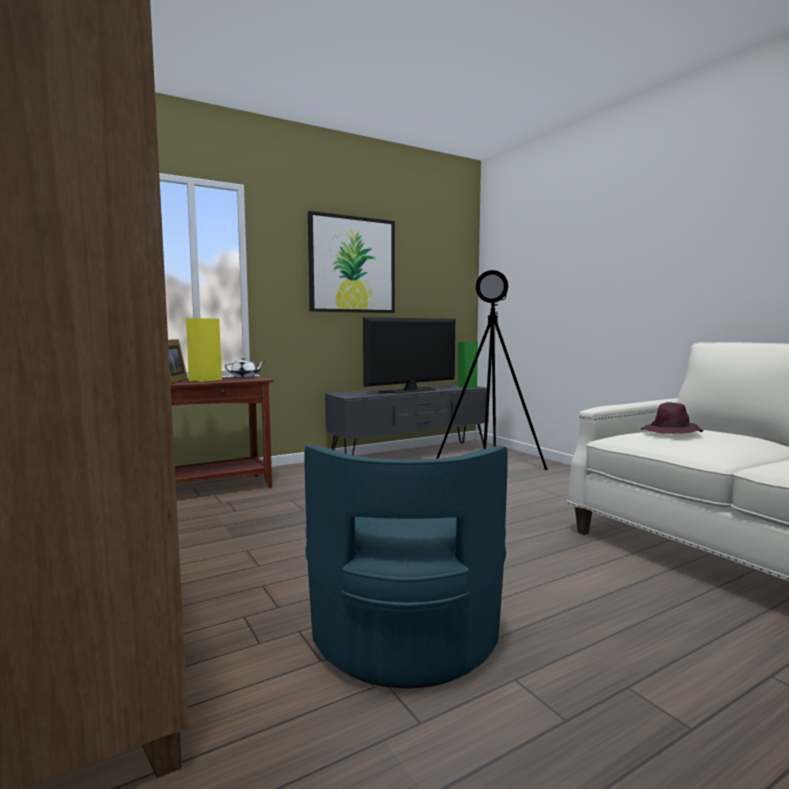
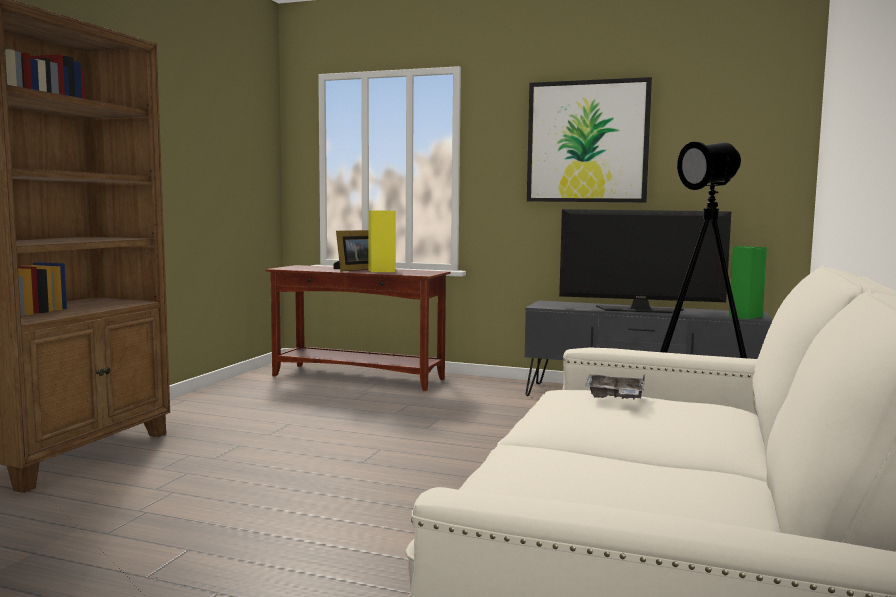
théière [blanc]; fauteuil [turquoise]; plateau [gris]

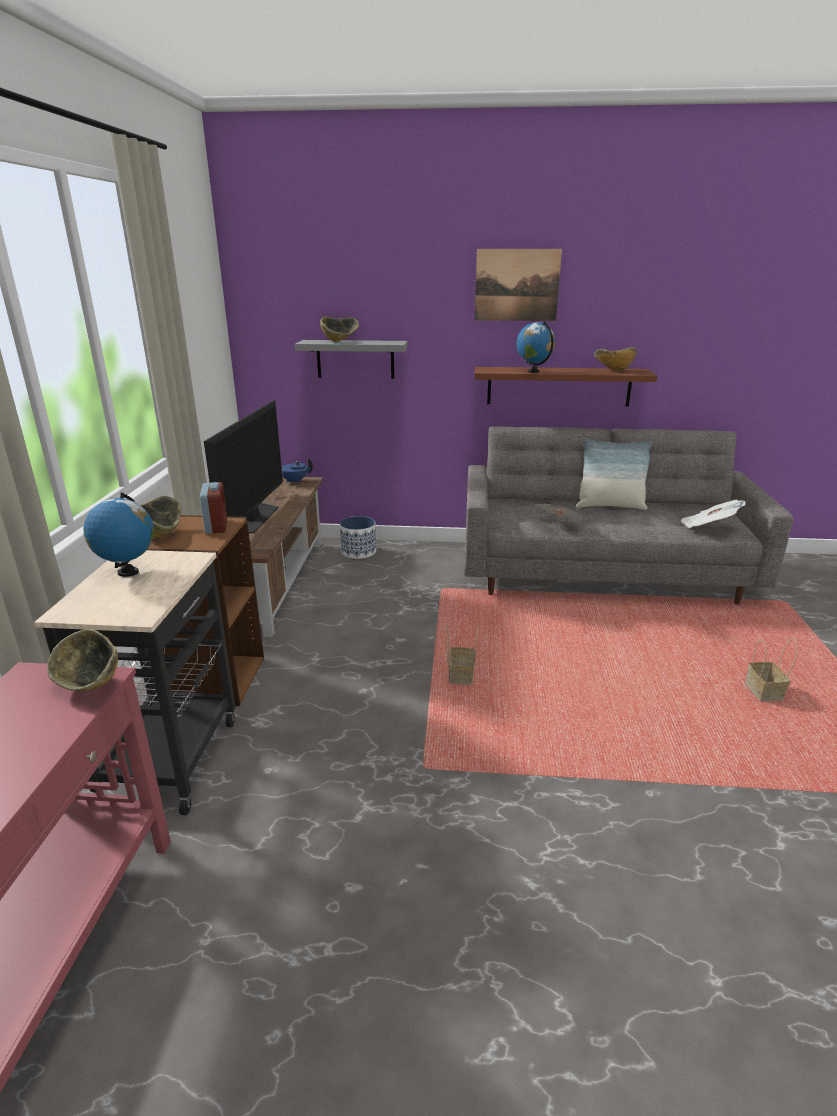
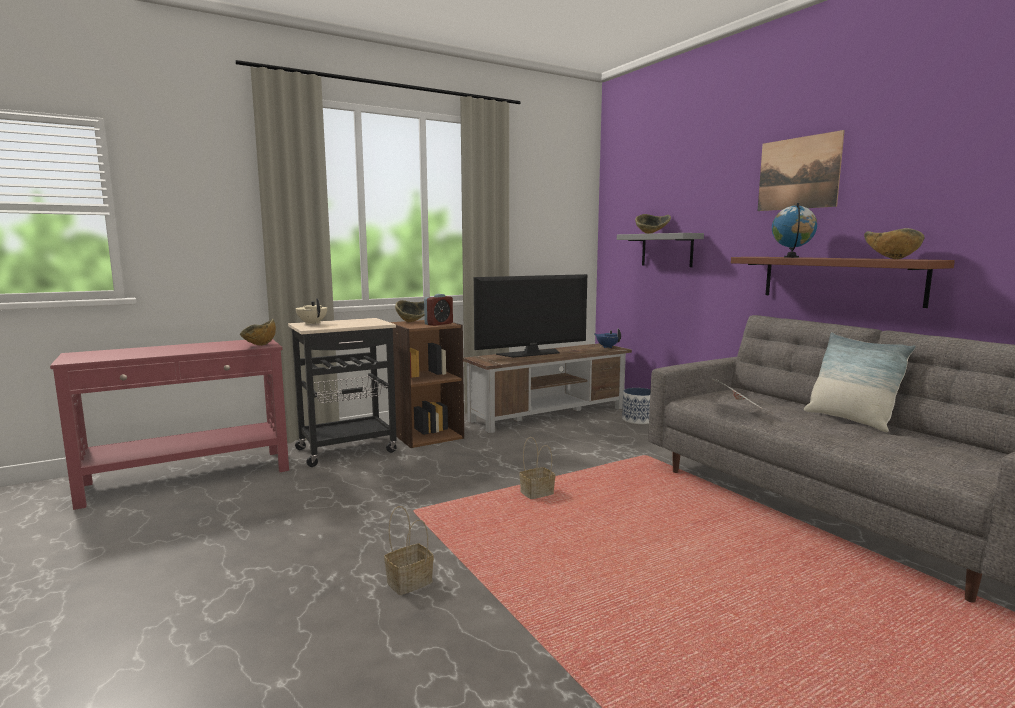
globe (no. 1 from left in the first image); journal (no. 2 from left in the first image); théière [beige]; panier (no. 1 from left)

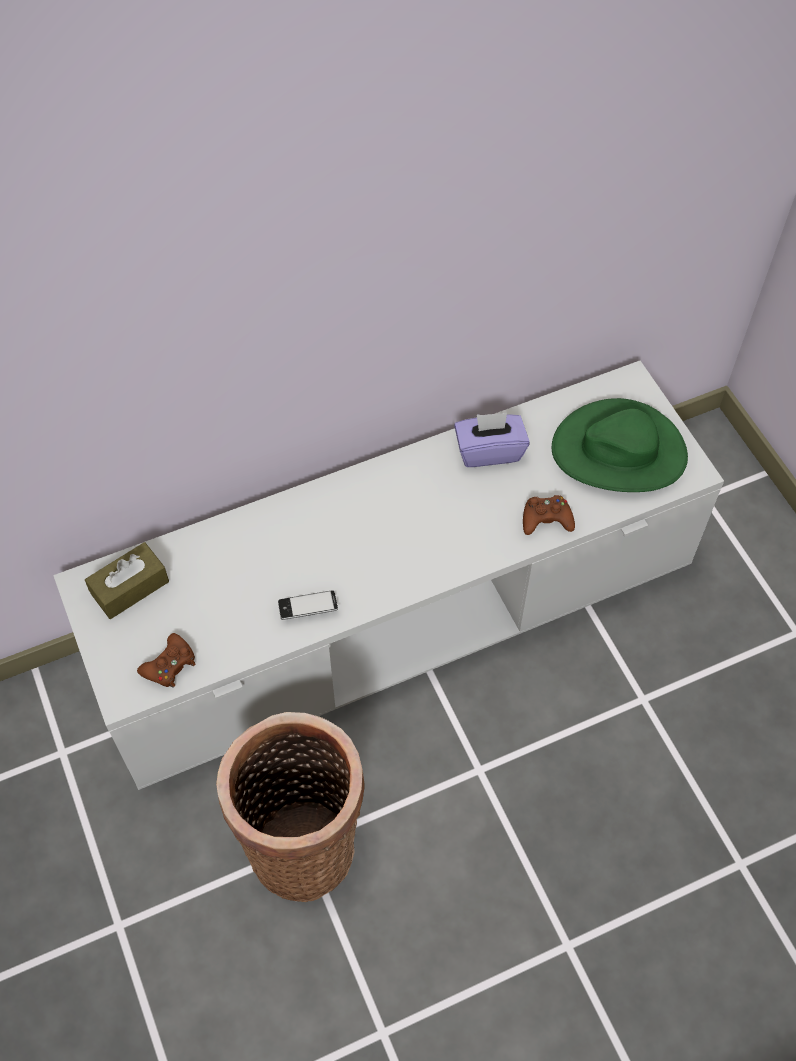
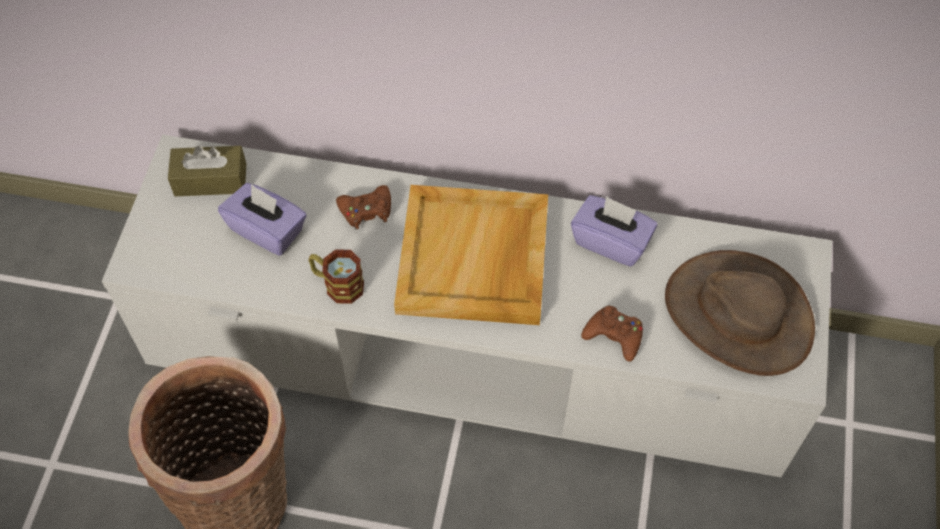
boîte à mouchoirs [violet] (no. 1 from left); plateau [beige]; manette [marron] (no. 1 from left); mug; chapeau [marron]

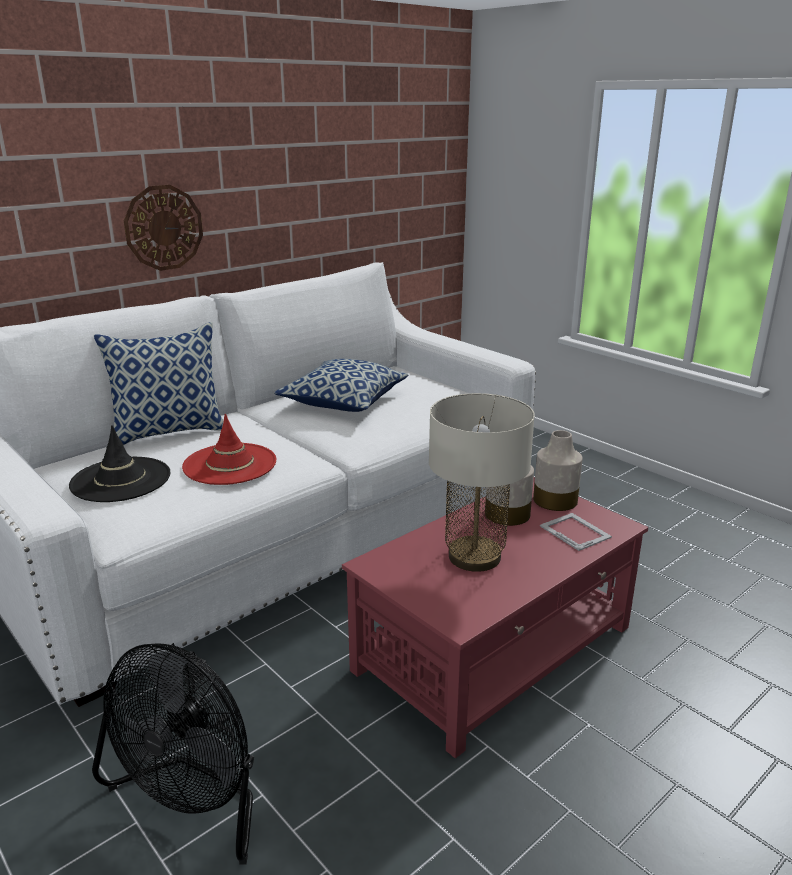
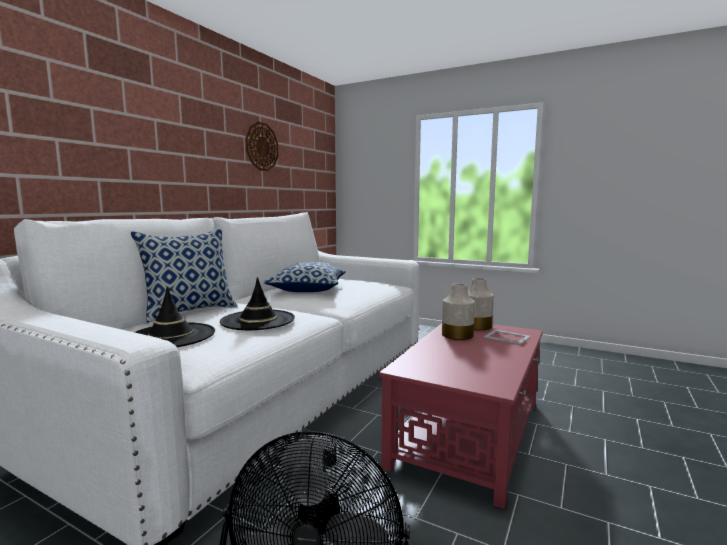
lampe de table; horloge murale; chapeau [noir] (no. 2 from left)

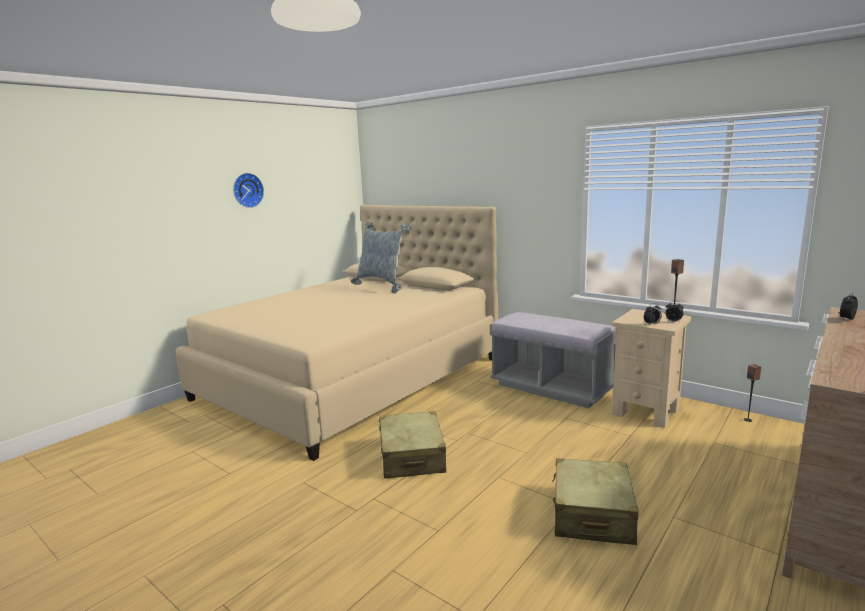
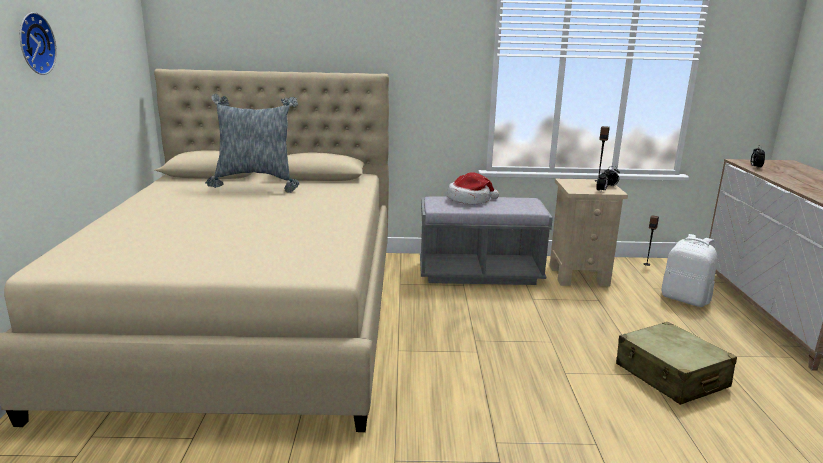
valise [beige] (no. 1 from left in the first image); chapeau; sac à dos [blanc]

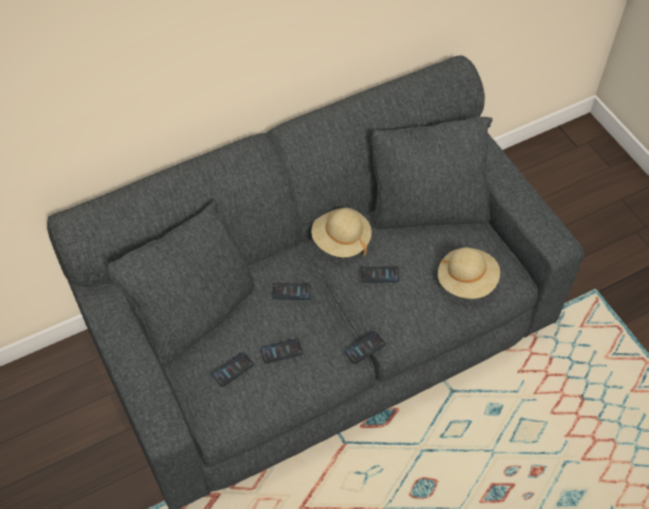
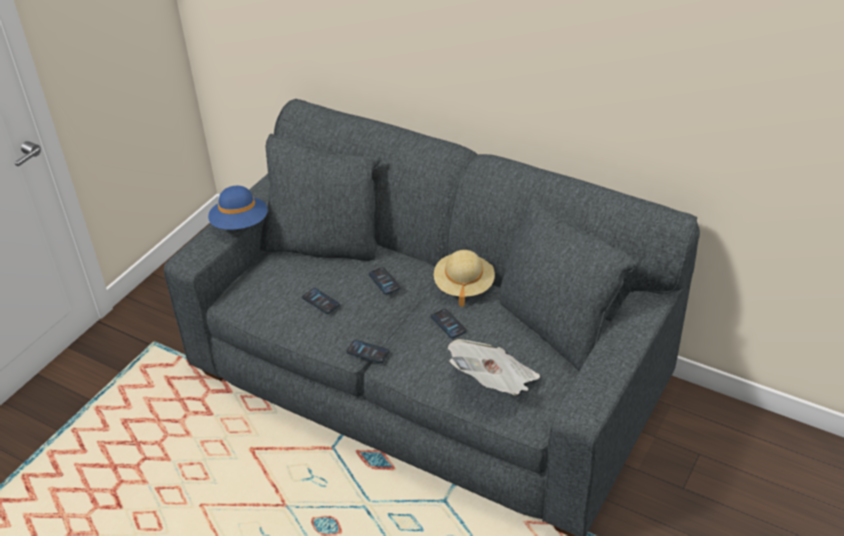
téléphone (no. 1 from left in the first image); chapeau [bleu]; journal

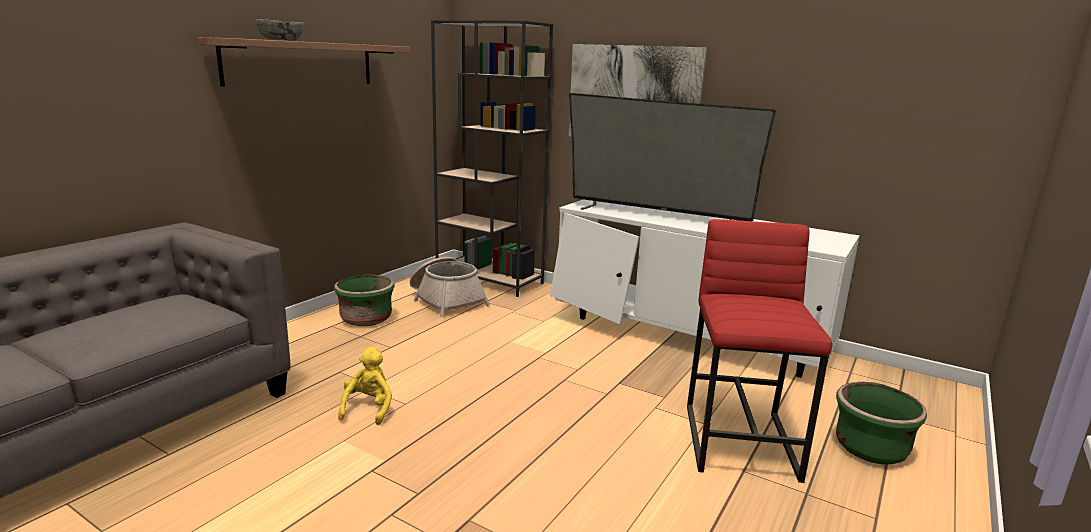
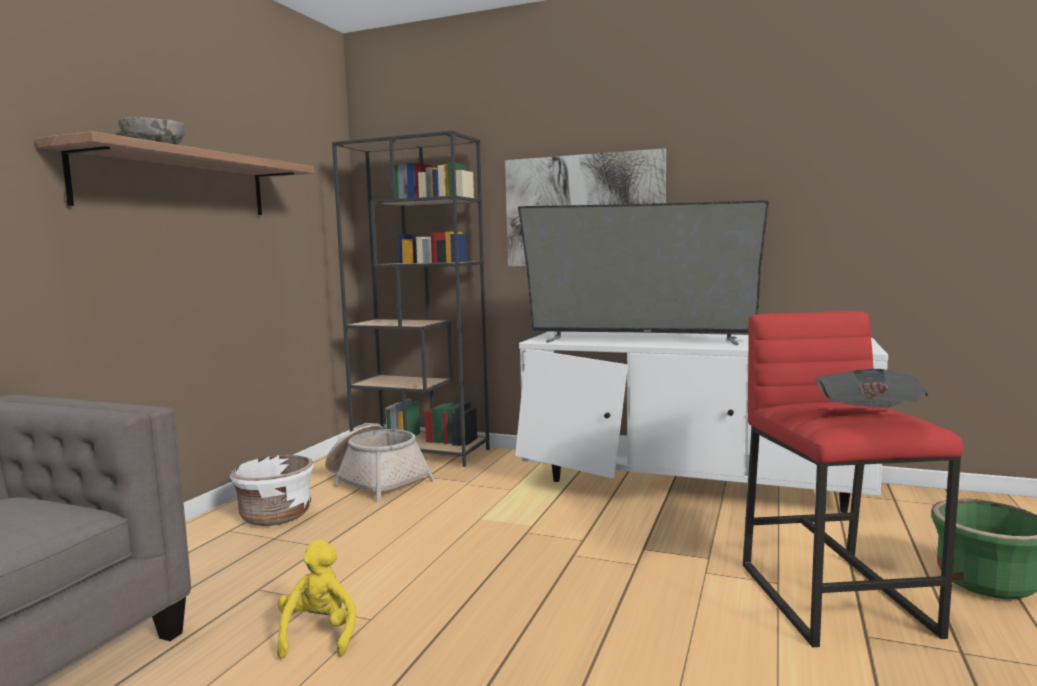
journal; cache-pot [blanc]

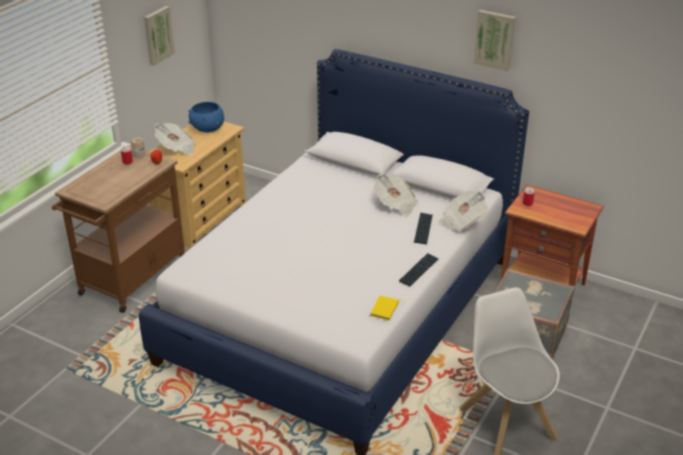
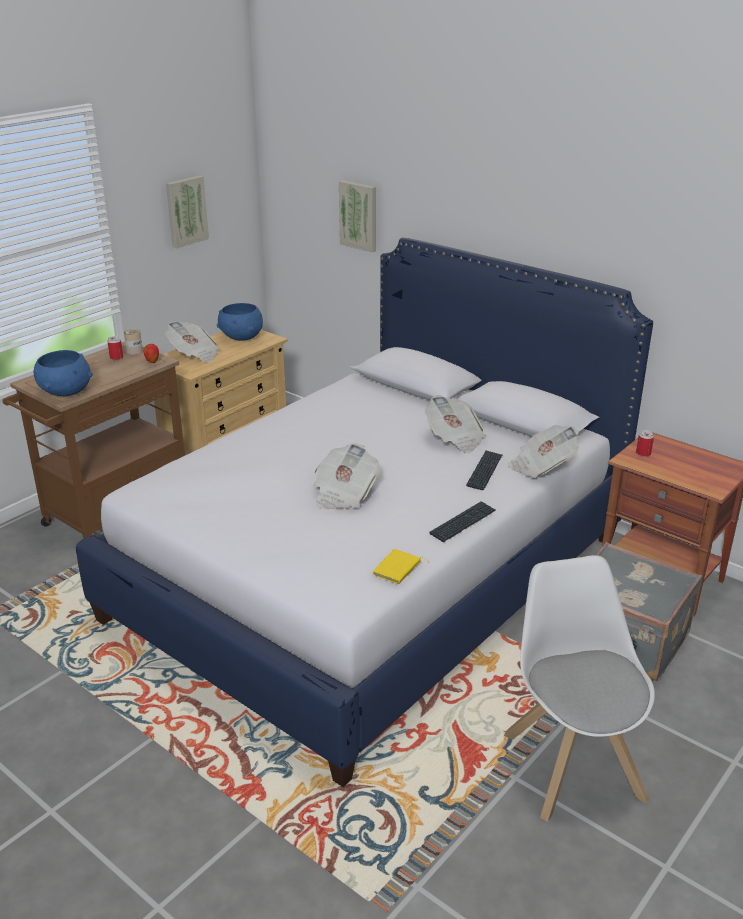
bol [bleu] (no. 1 from left); journal (no. 2 from left); tableau (no. 2 from left)

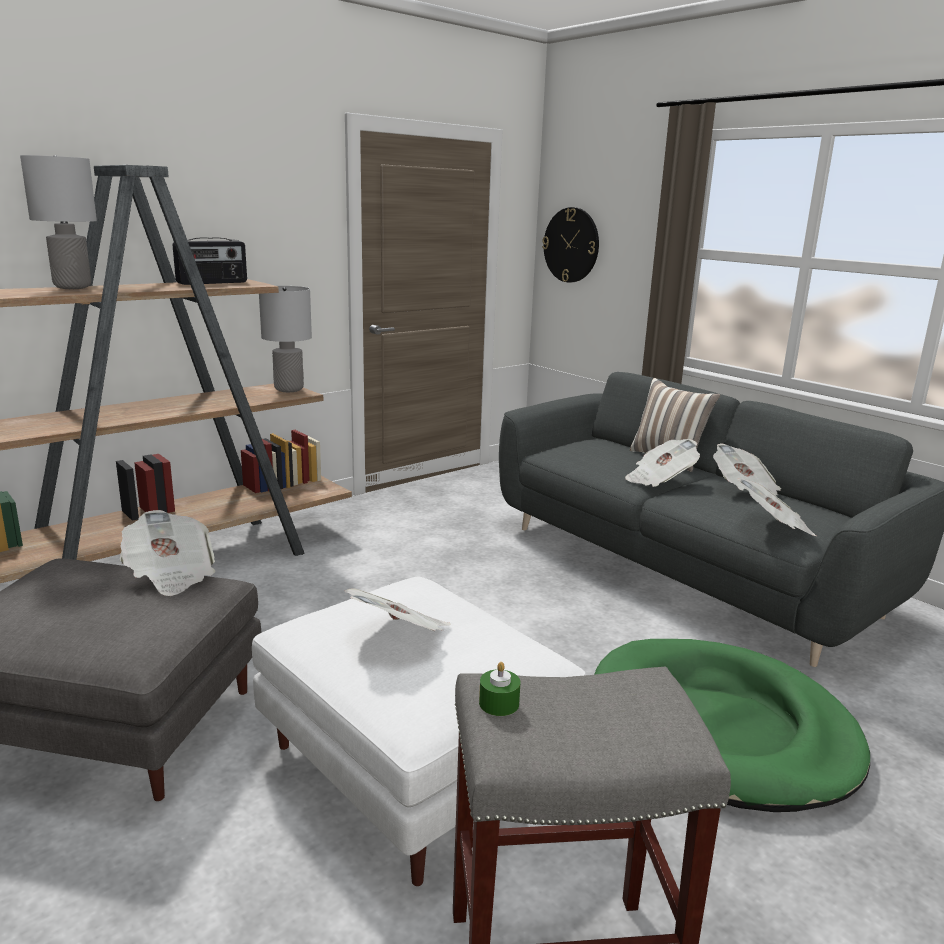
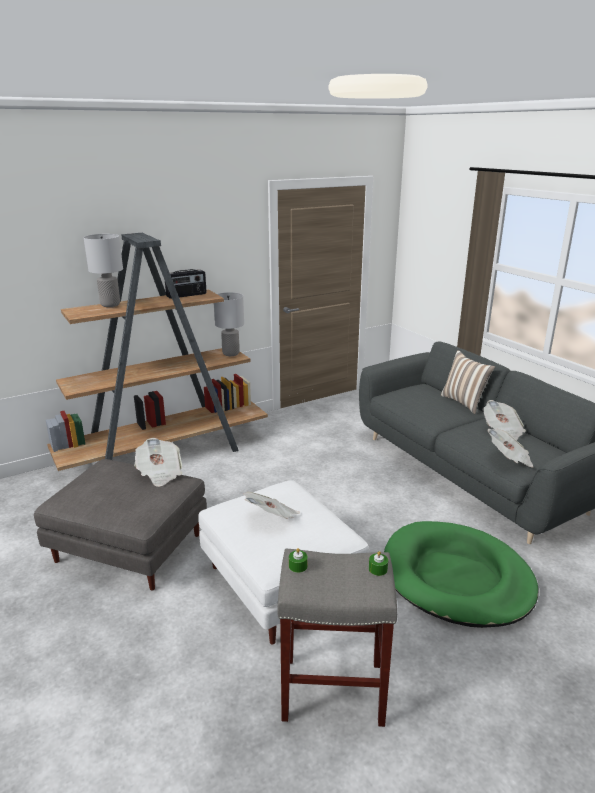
horloge murale; journal (no. 3 from left in the first image); bougie [vert] (no. 2 from left)

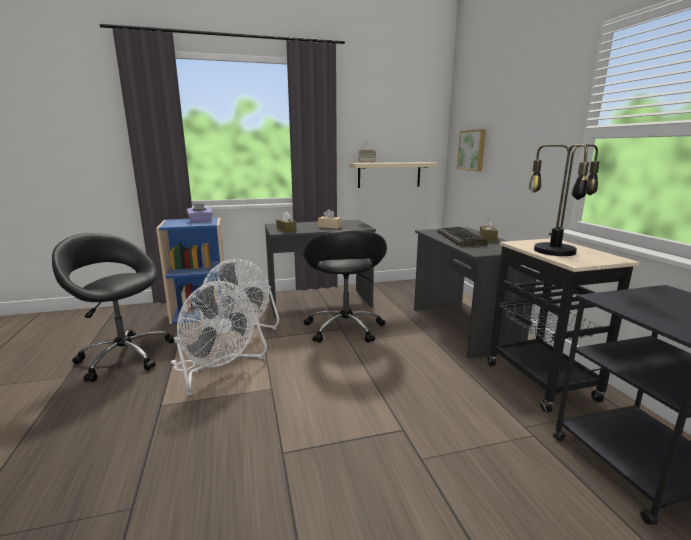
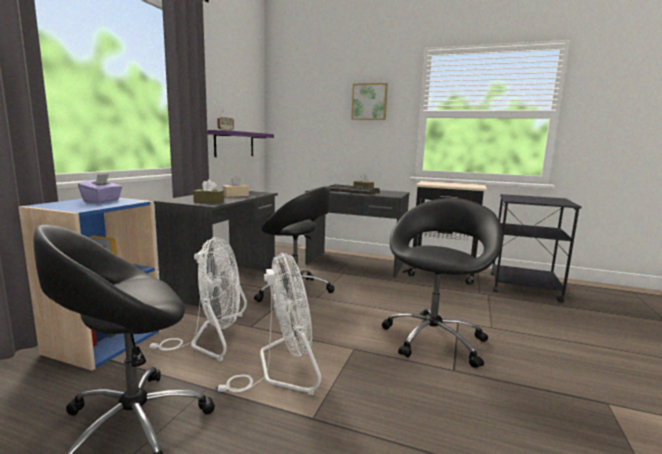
lampe de table; chaise de bureau [noir] (no. 3 from left); tableau; étagère [violet]

